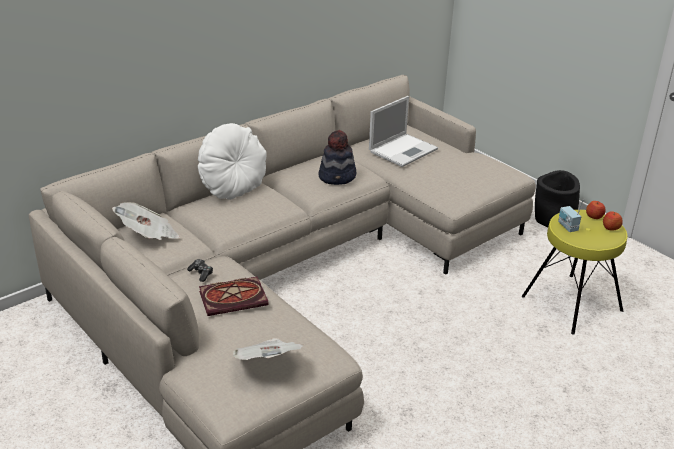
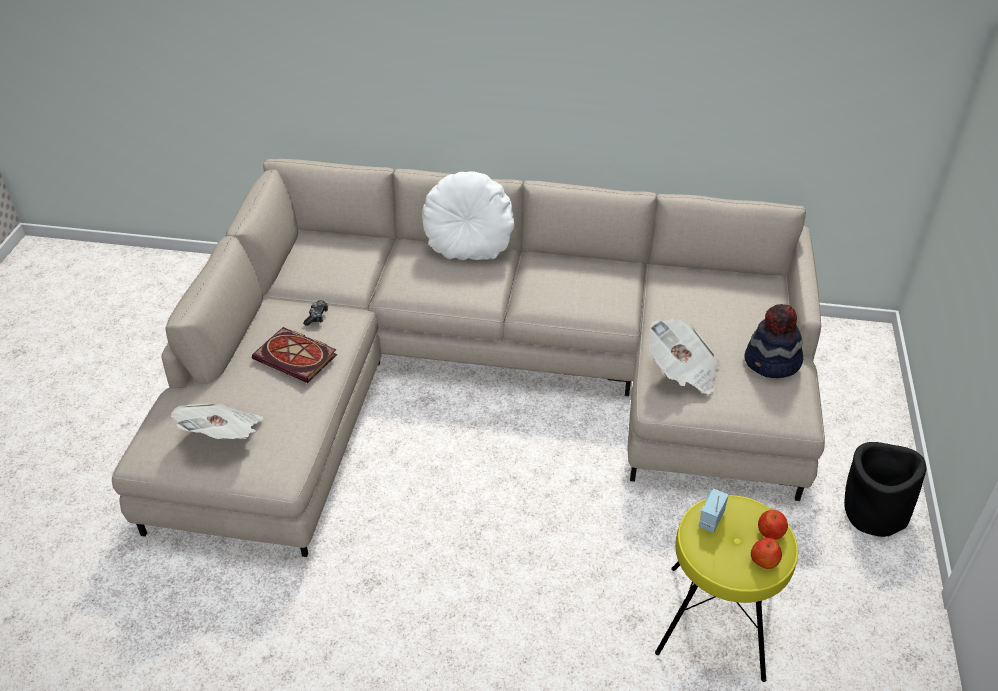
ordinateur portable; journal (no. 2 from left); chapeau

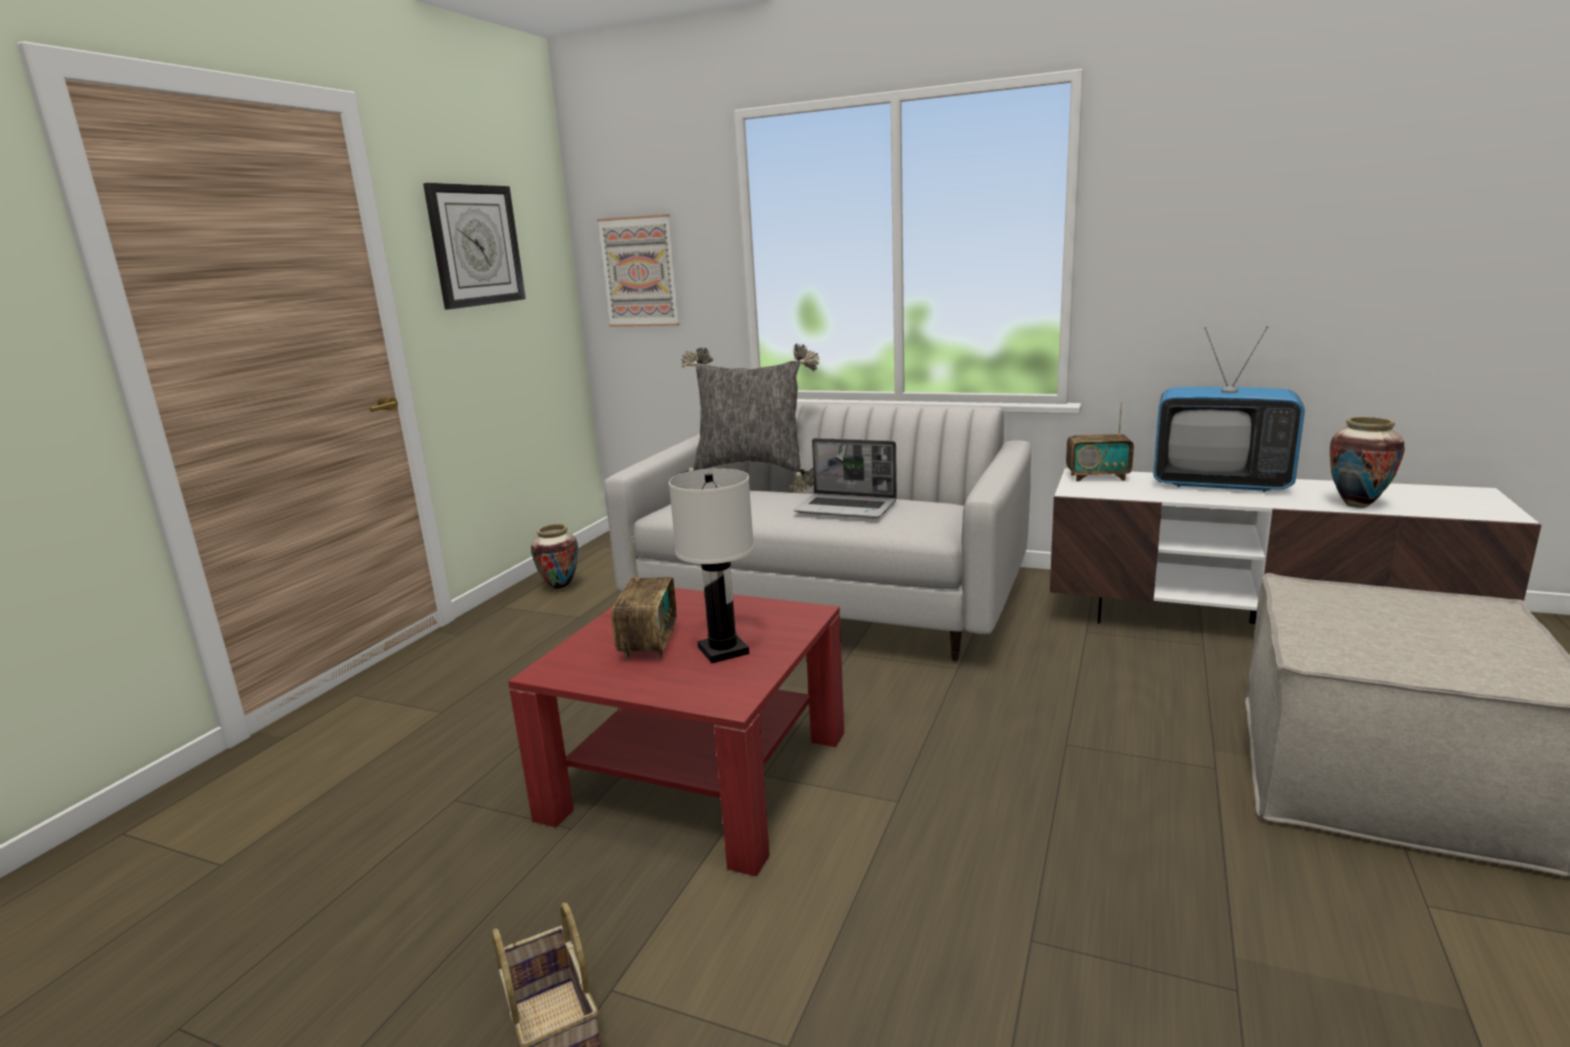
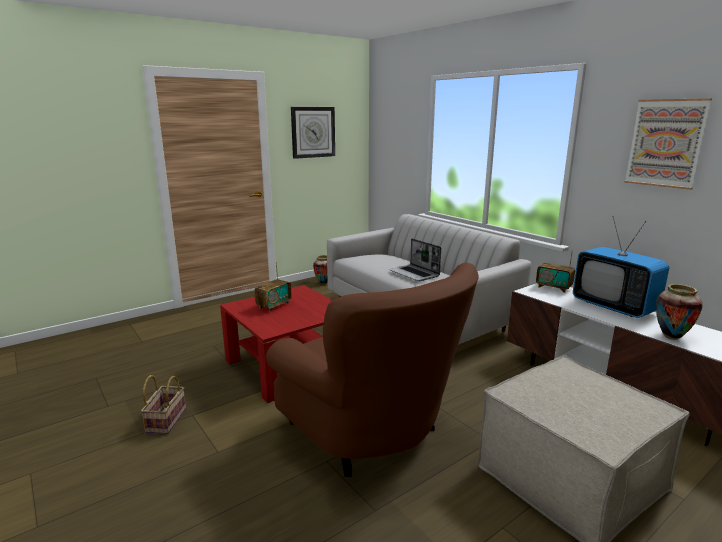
lampe de table [blanc]; coussin; fauteuil [marron]; tableau

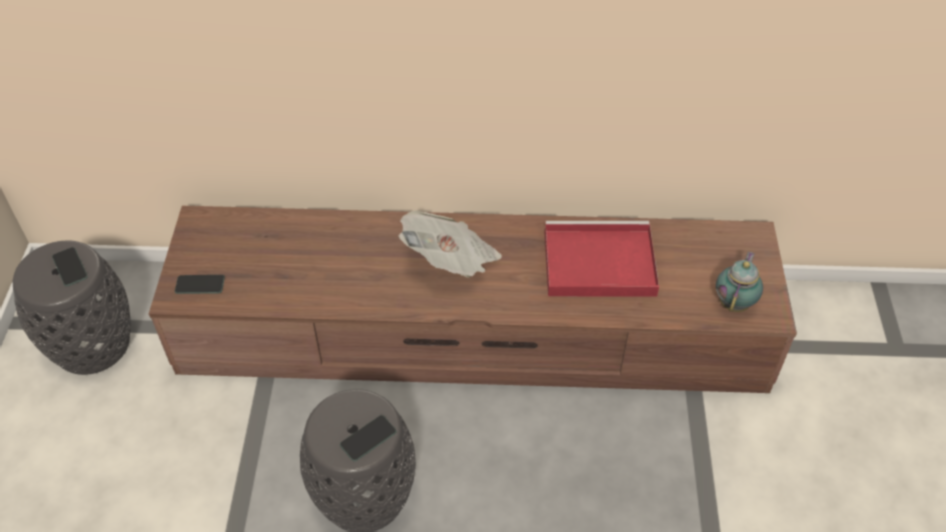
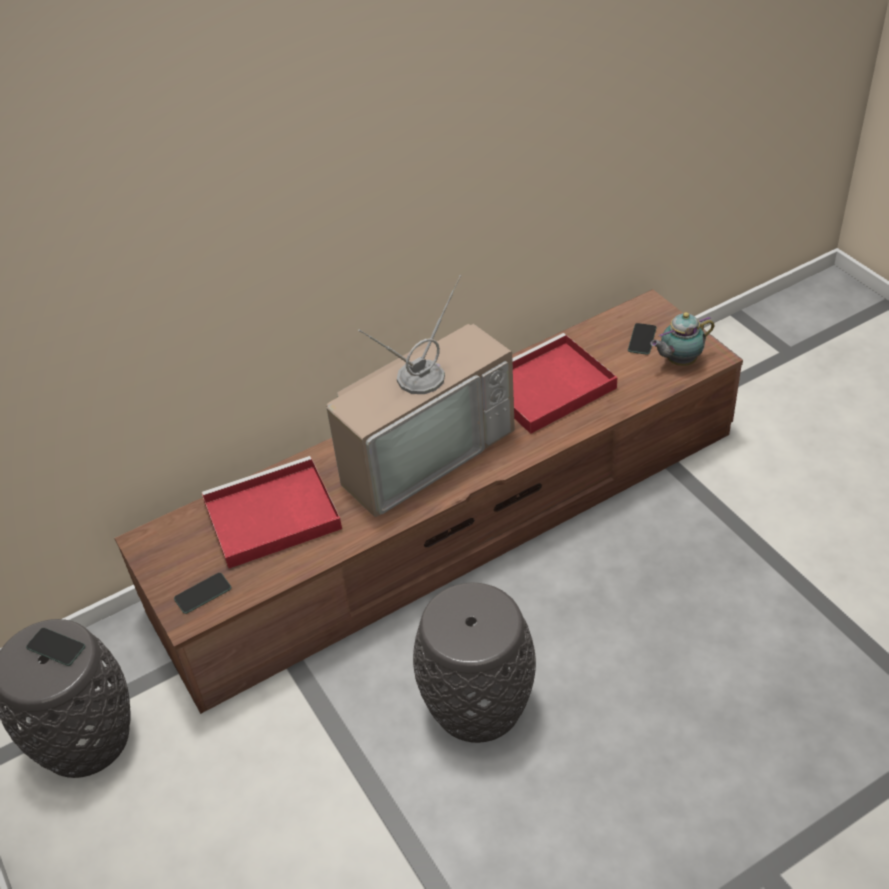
plateau [rouge] (no. 1 from left); téléphone (no. 3 from left); téléviseur; théière

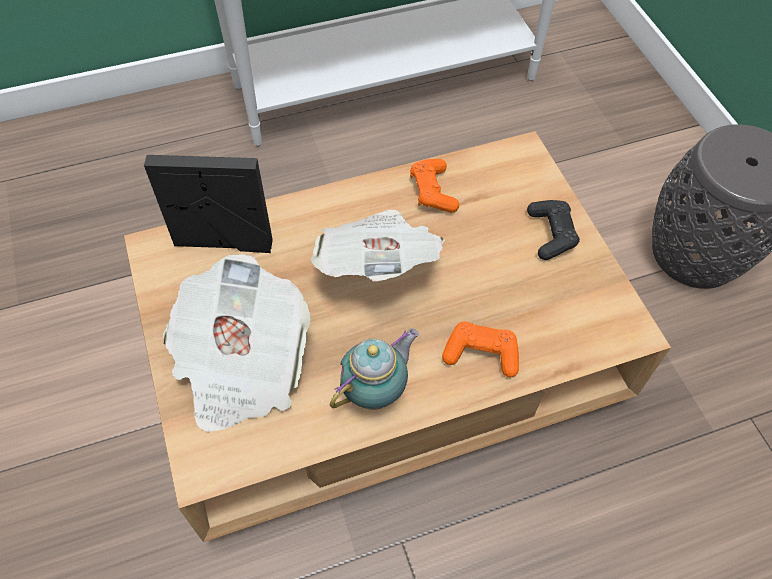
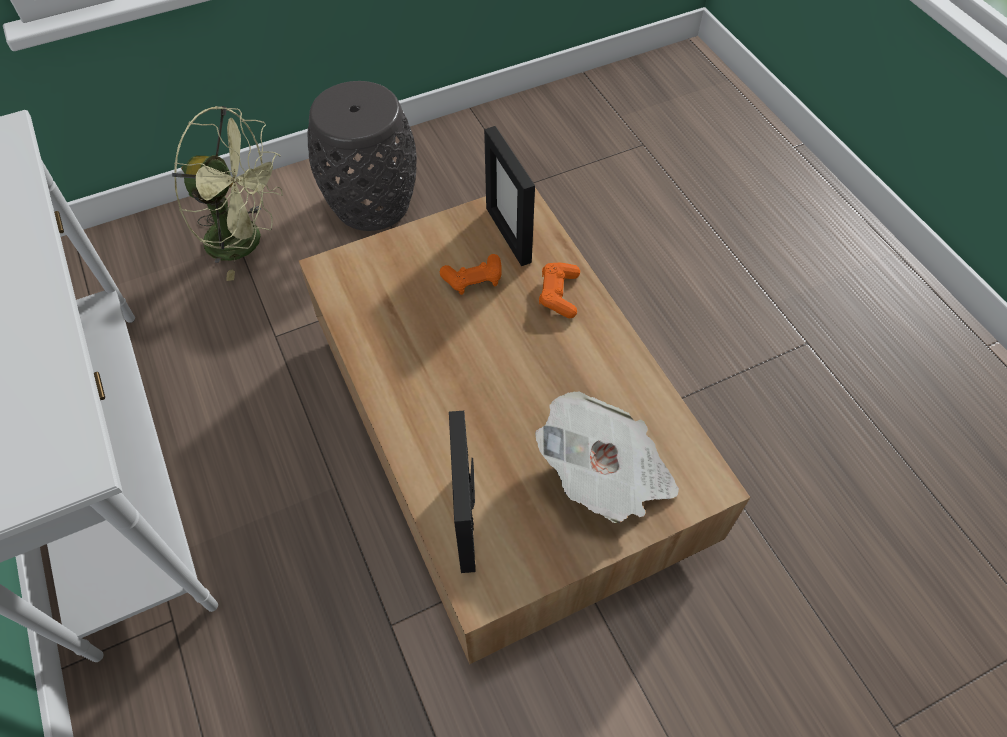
journal (no. 2 from left in the first image); théière; manette [noir]; ventilateur [vert]; cadre photo (no. 2 from left); manette [orange] (no. 1 from left)

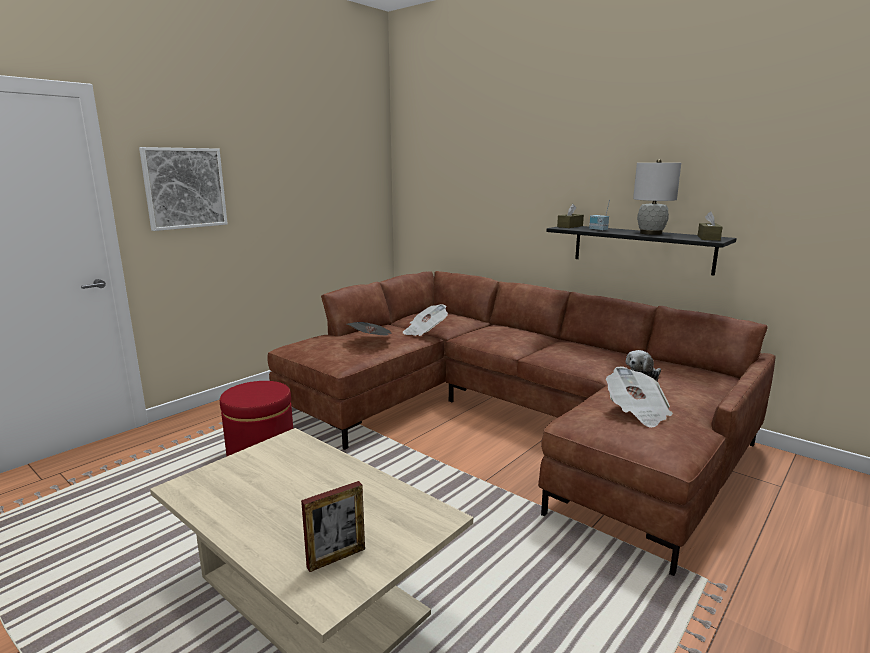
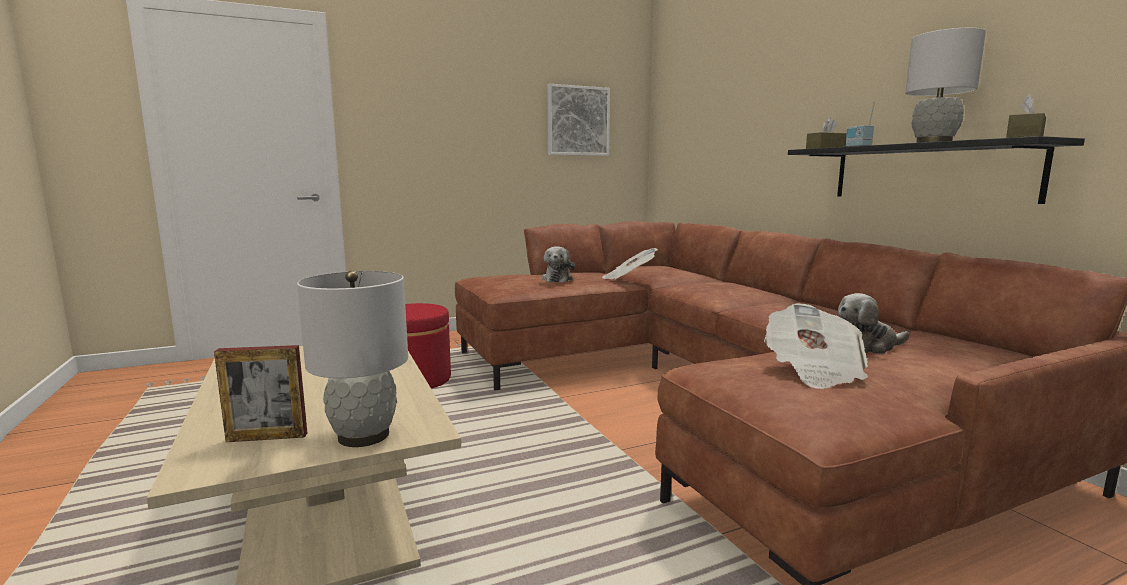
lampe de table [blanc] (no. 1 from left); tableau; peluche (no. 1 from left)

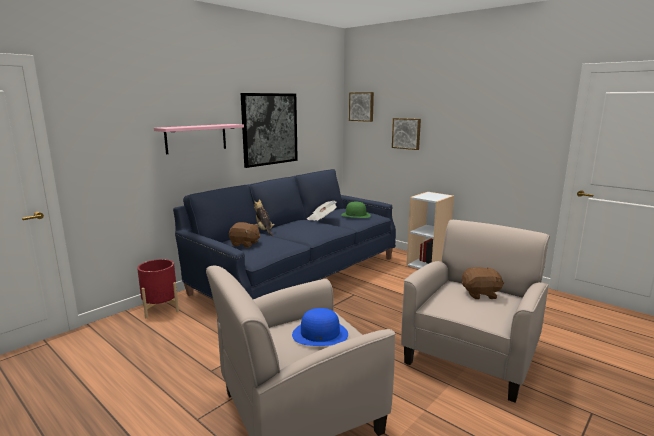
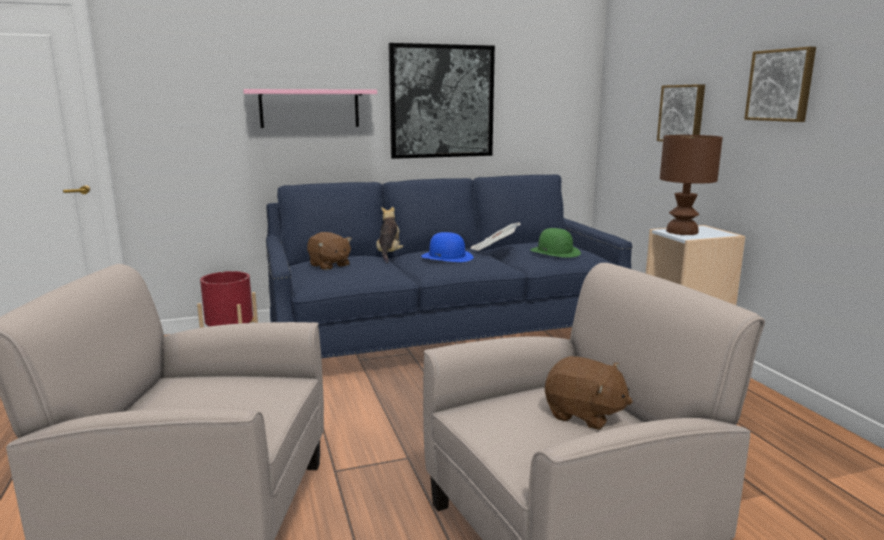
lampe de table [marron]; chapeau [bleu]; tableau (no. 3 from left)

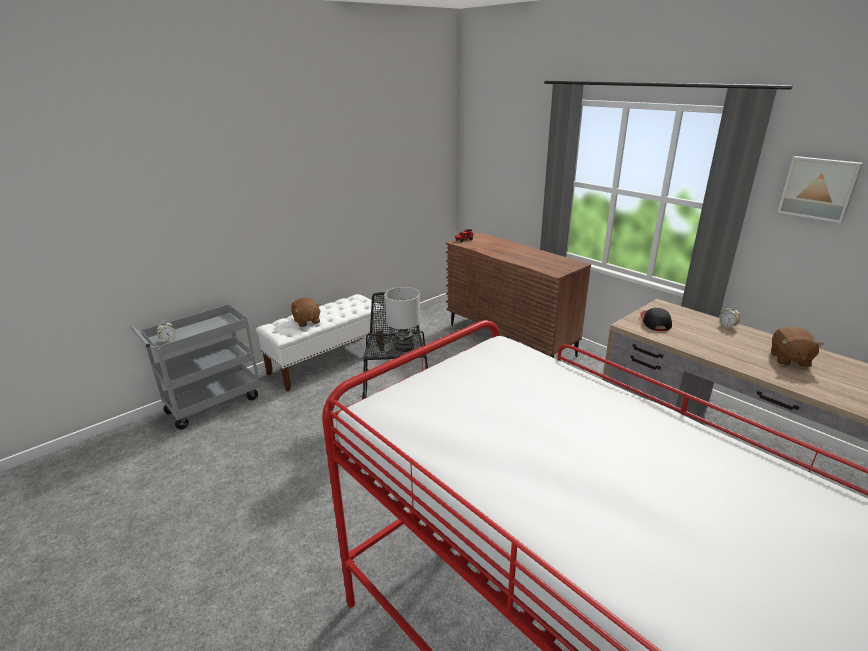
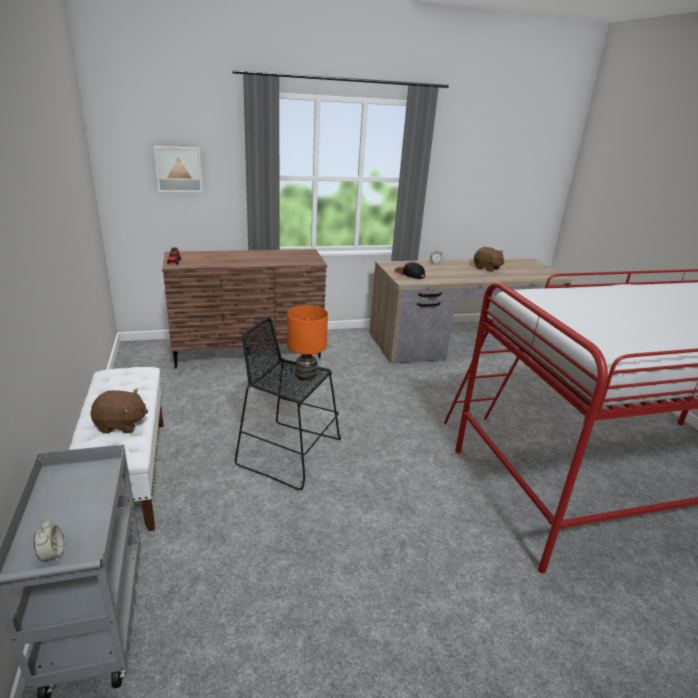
tableau; lampe de table [orange]

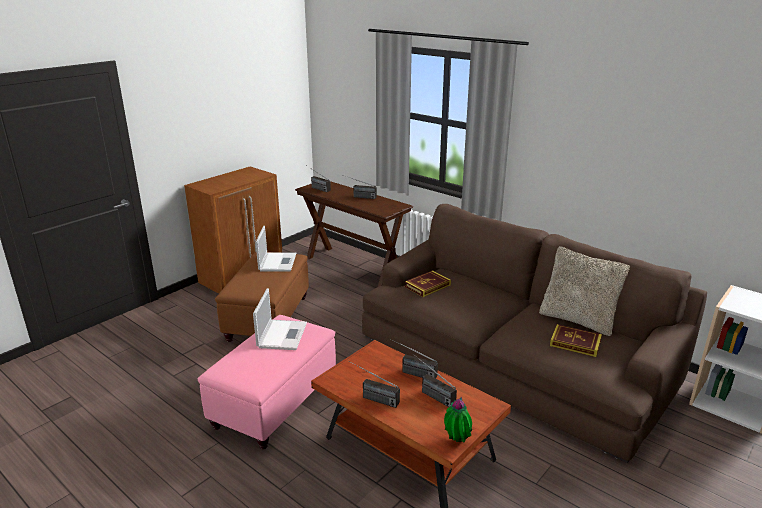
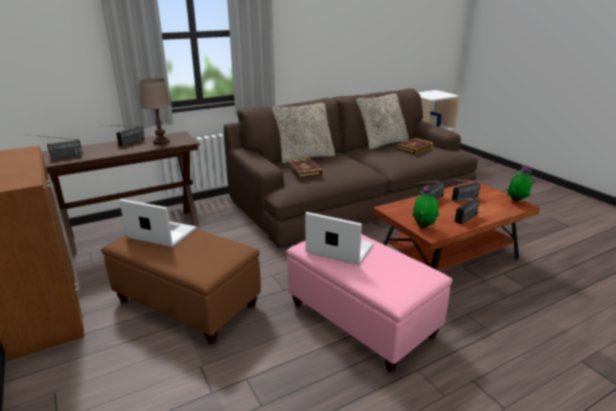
lampe de table [marron]; coussin [beige] (no. 1 from left); plante en pot (no. 1 from left)

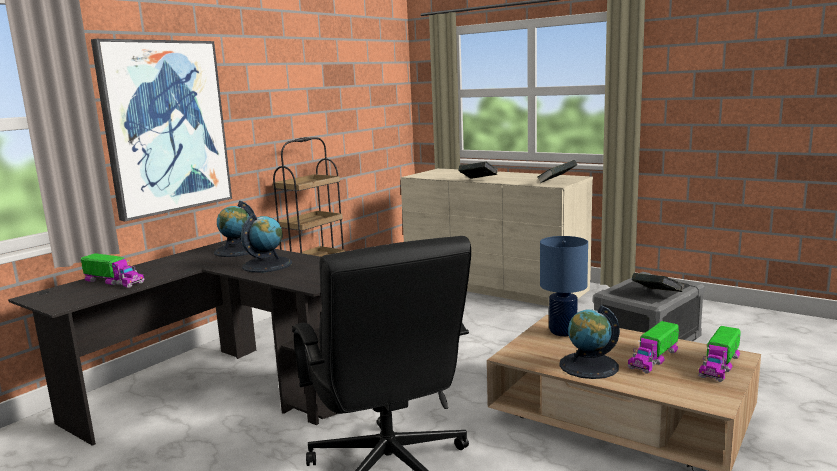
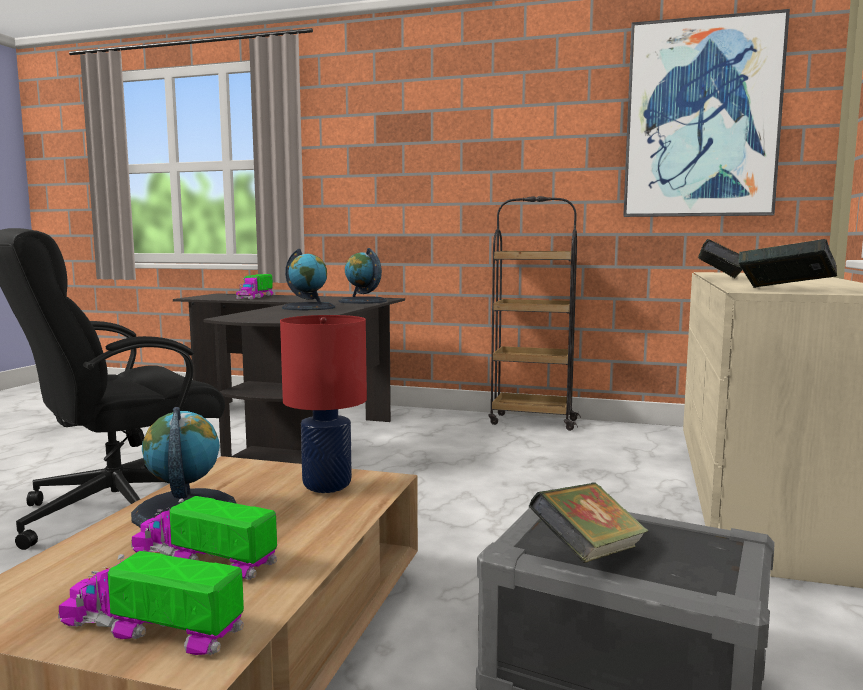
tableau; lampe de table [rouge]

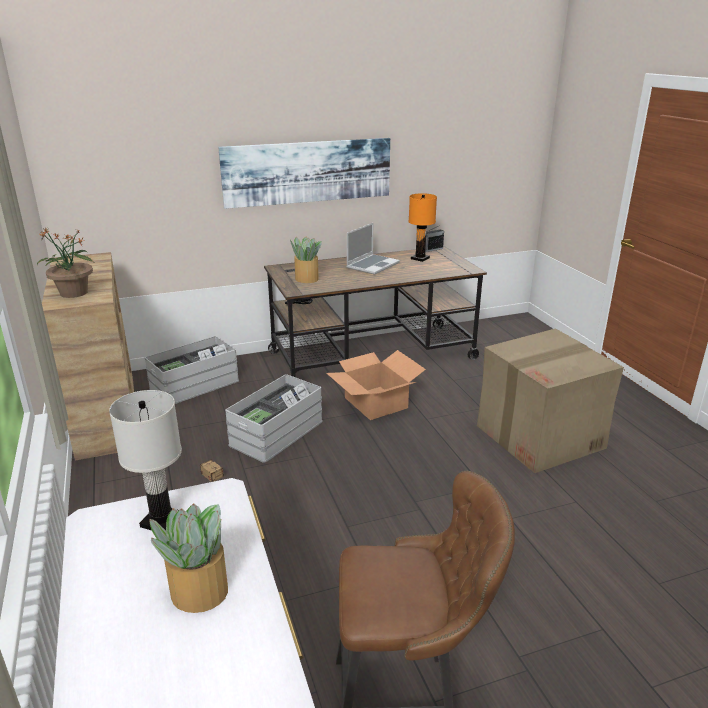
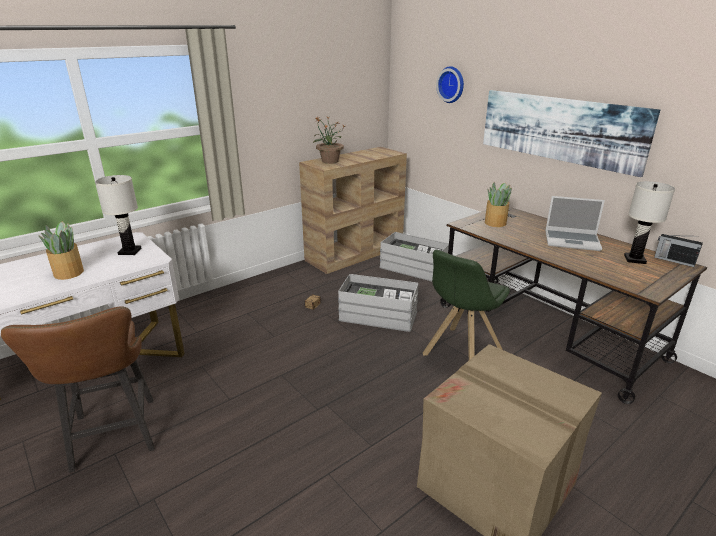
horloge murale; chaise [vert]; lampe de table [blanc] (no. 2 from left)

